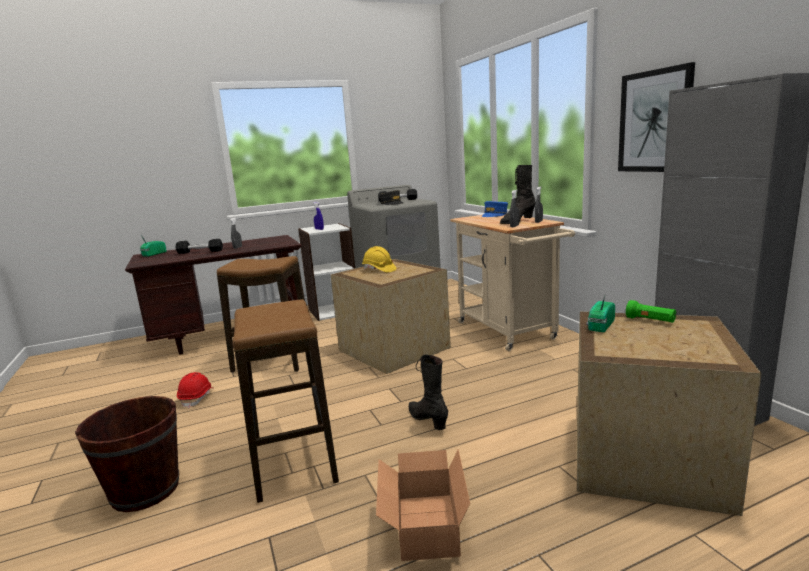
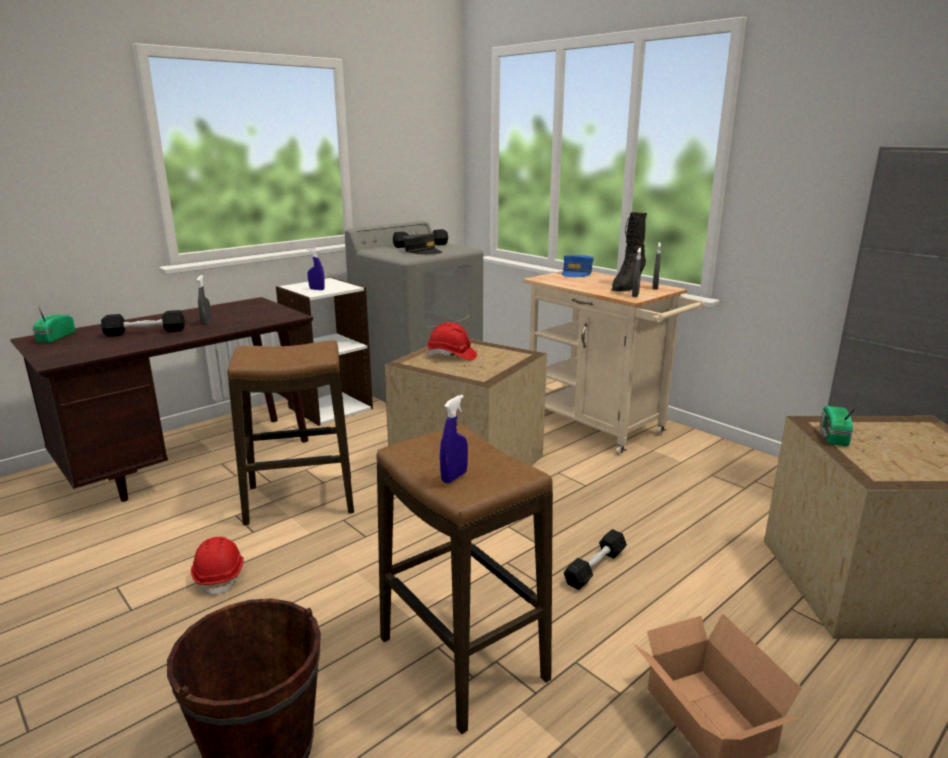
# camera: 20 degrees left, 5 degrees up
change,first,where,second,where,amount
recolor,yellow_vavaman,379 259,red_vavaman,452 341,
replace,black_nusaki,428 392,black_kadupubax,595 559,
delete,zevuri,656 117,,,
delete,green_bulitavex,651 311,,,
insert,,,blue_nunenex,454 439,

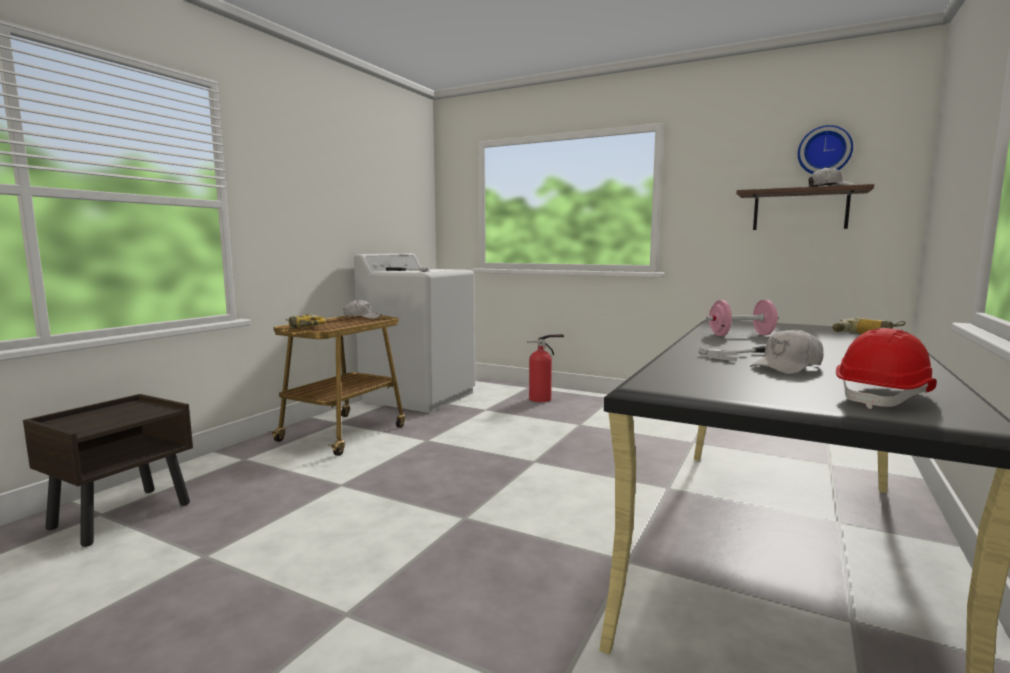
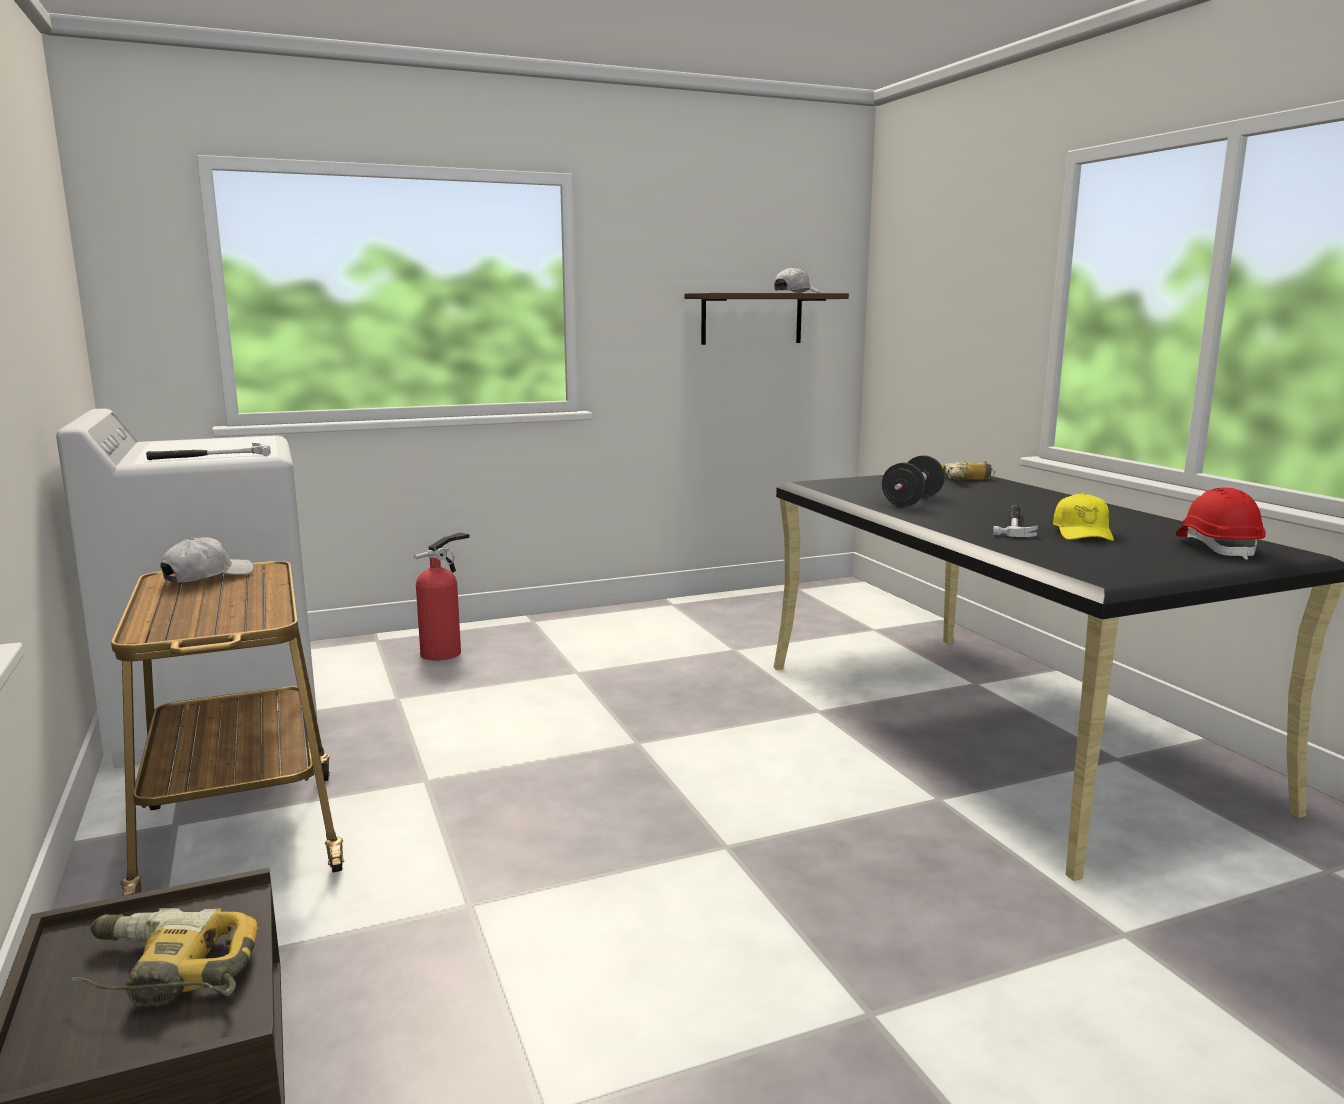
# camera: 50 degrees left, 5 degrees up
change,first,where,second,where,amount
move,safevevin,306 321,,164 957,
recolor,pink_kadupubax,742 318,black_kadupubax,913 481,
recolor,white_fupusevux,787 351,yellow_fupusevux,1083 517,
delete,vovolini,825 149,,,

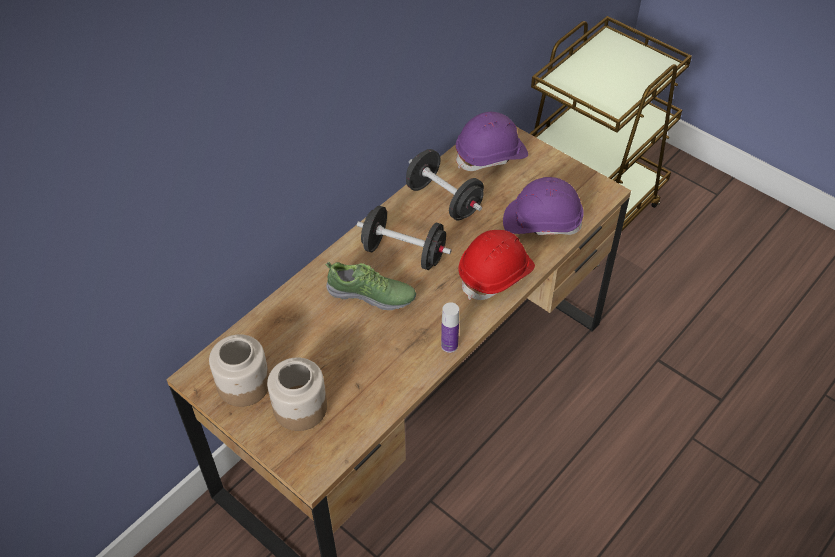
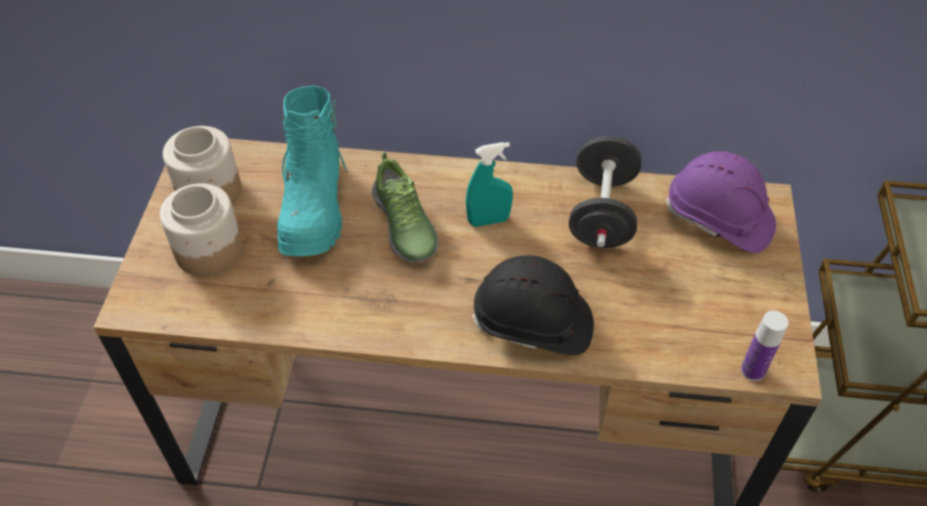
# camera: 55 degrees right, 0 degrees up
change,first,where,second,where,amount
replace,black_kadupubax,404 238,turquoise_nunenex,489 184,
move,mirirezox,450 327,,765 346,
recolor,red_vavaman,496 265,black_vavaman,533 305,
delete,purple_vavaman,543 206,,,
insert,,,turquoise_nusaki,313 171,

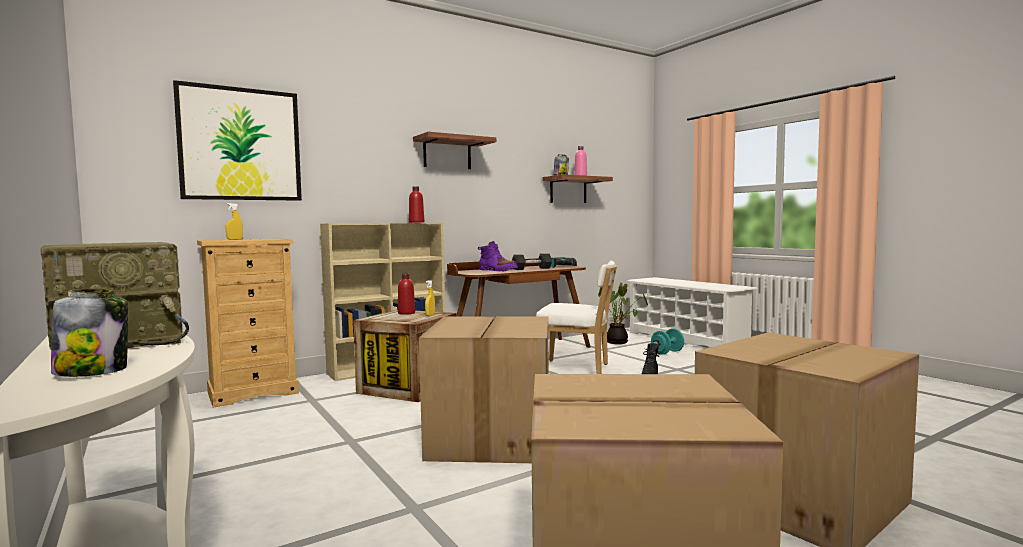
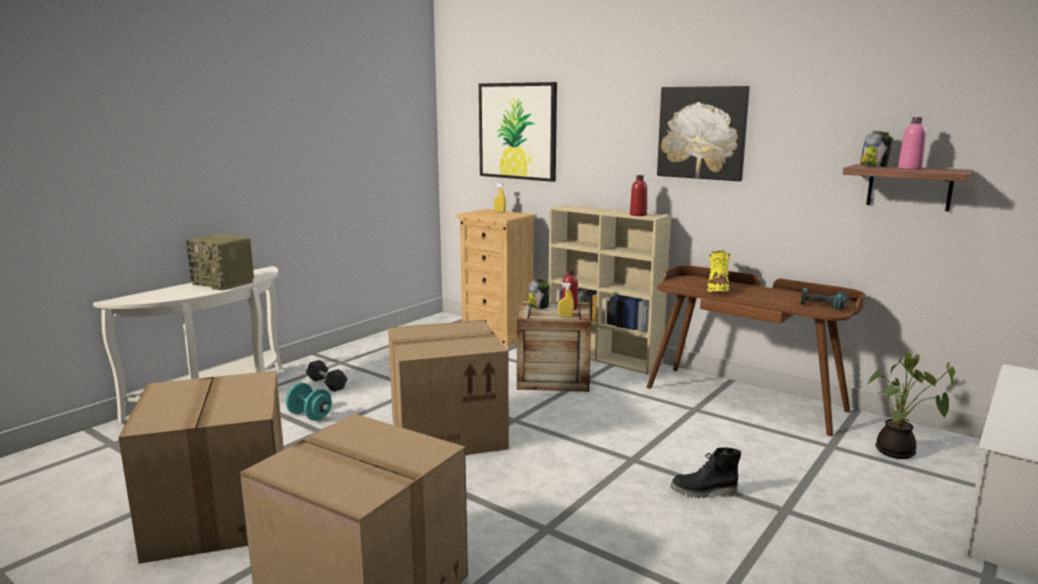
# camera: 70 degrees right, 10 degrees up
change,first,where,second,where,amount
move,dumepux,89 333,,539 294,
replace,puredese,454 150,zevuri,703 133,
recolor,purple_nusaki,497 256,yellow_nusaki,718 271,
move,grey_kadupubax,532 261,,327 376,
delete,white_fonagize,576 317,,,
move,turquoise_kadupubax,667 342,,309 402,

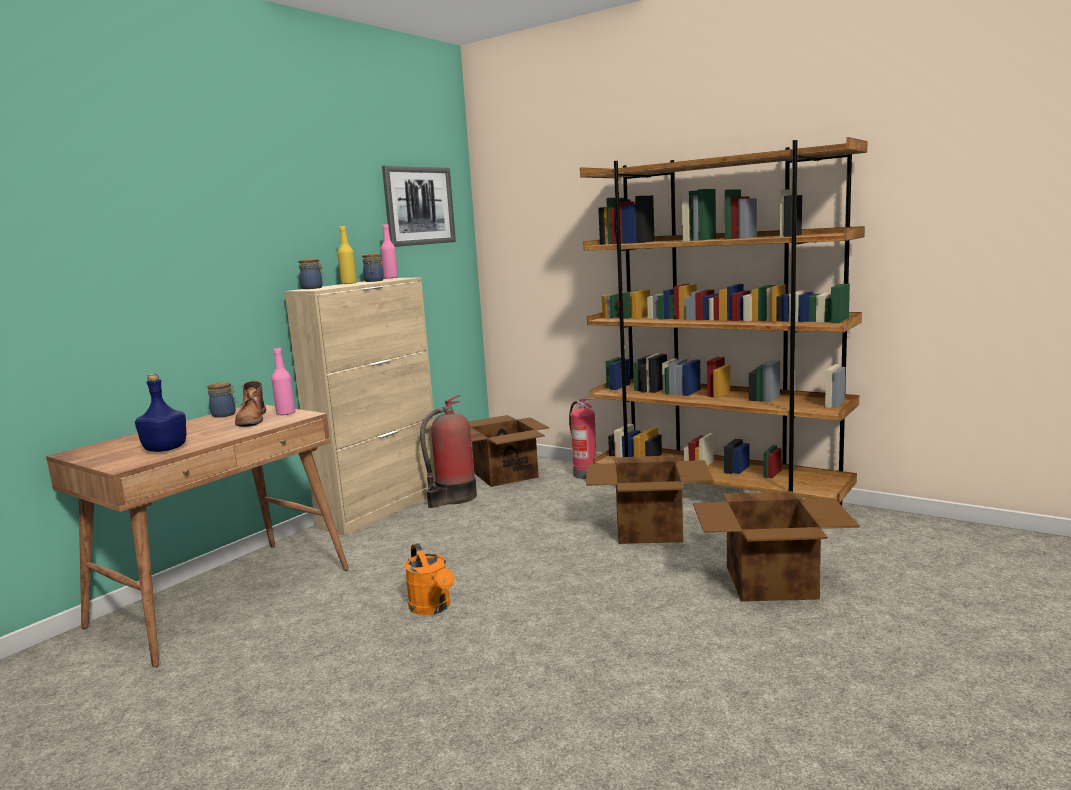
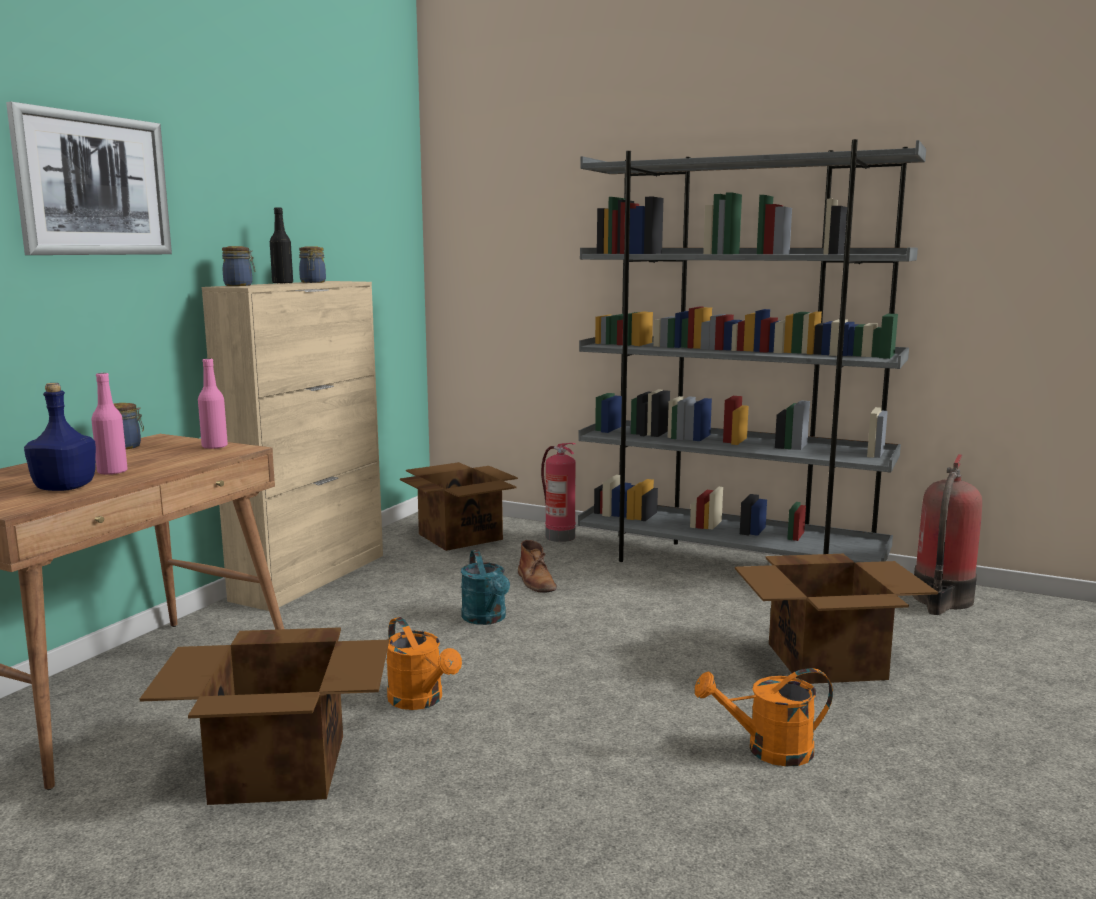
# camera: 10 degrees left, 0 degrees up
change,first,where,second,where,amount
move,brown_nusaki,250 404,,537 566,
recolor,yellow_mirirezox,347 255,black_mirirezox,281 246,
move,pink_mirirezox,389 251,,109 424,
move,zevuri,419 206,,89 178,
move,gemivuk,448 451,,947 534,
recolor,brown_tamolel,724 321,grey_tamolel,752 350,
move,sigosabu,650 499,,264 716,
insert,,,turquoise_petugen,485 587,
insert,,,orange_petugen,764 717,

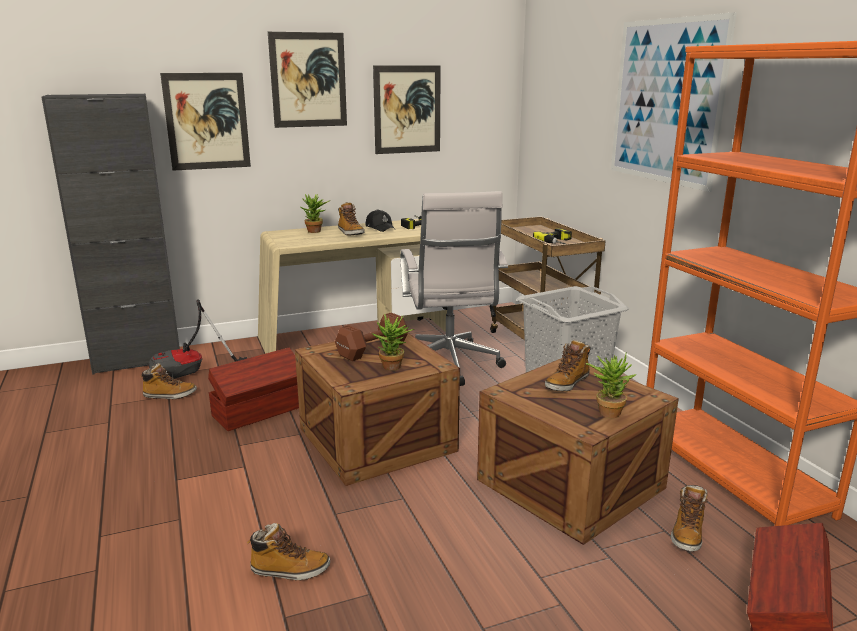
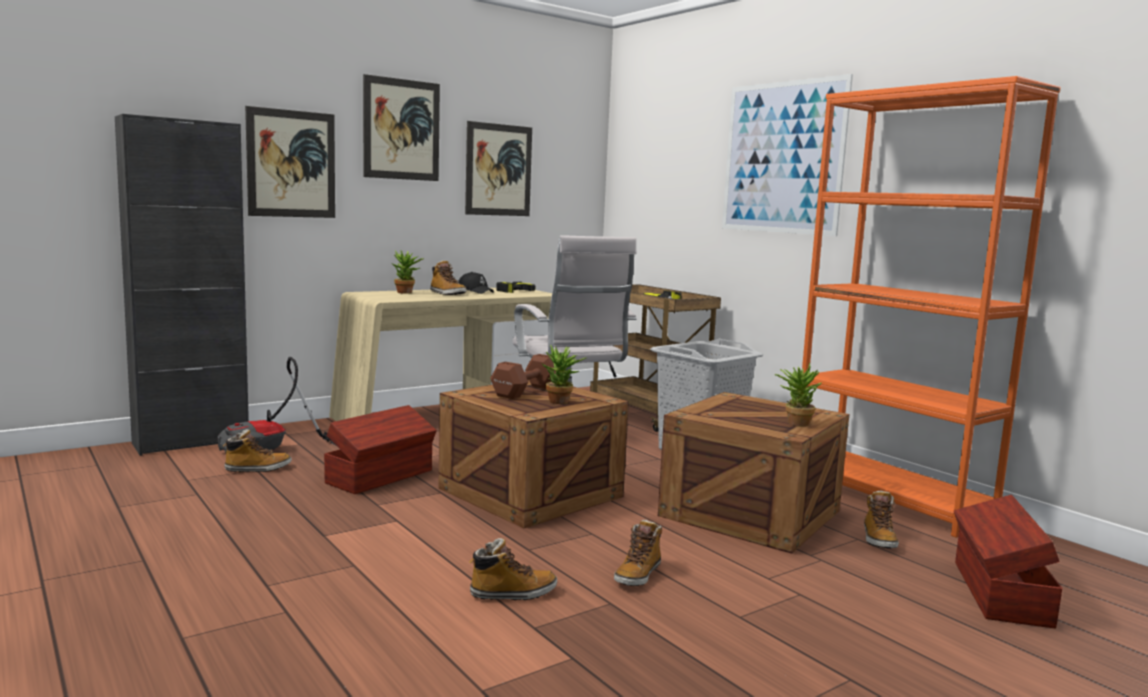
# camera: 15 degrees left, 10 degrees down
change,first,where,second,where,amount
move,nusaki,567 365,,638 553,

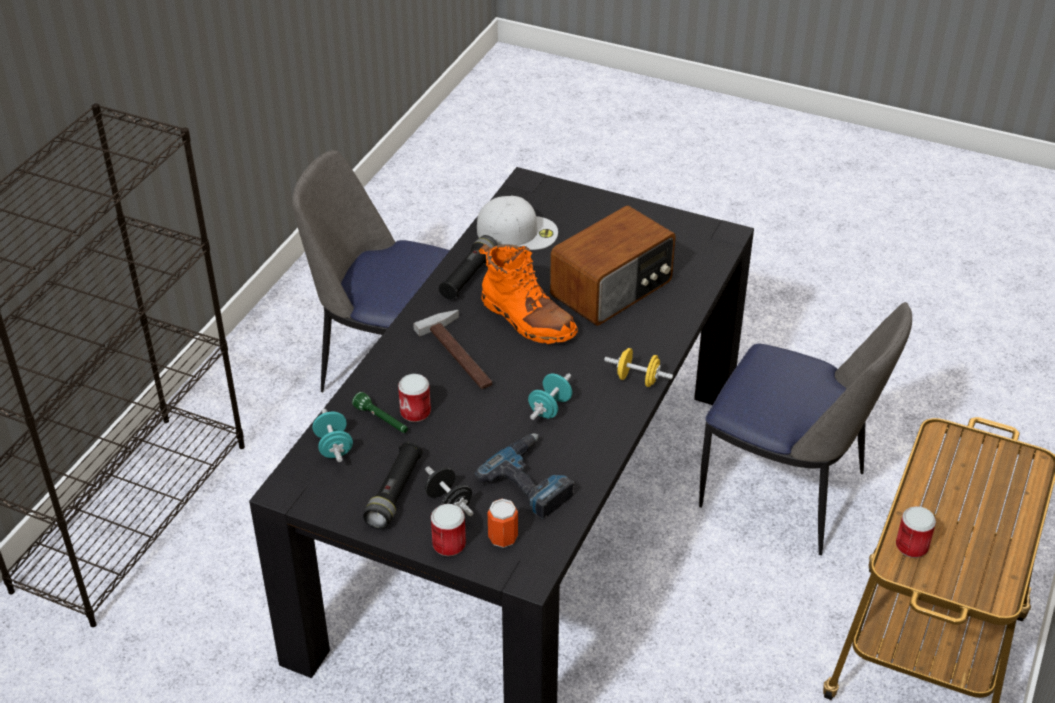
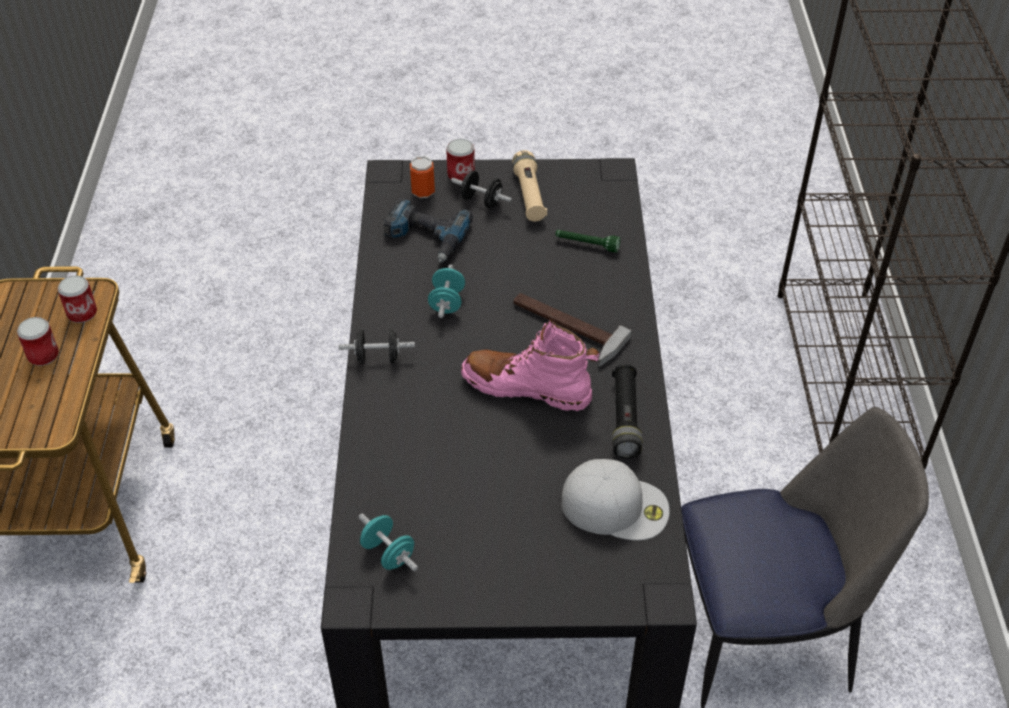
# camera: 155 degrees right, 5 degrees up
change,first,where,second,where,amount
move,turquoise_kadupubax,333 435,,388 542,
recolor,black_bulitavex,392 485,beige_bulitavex,529 185,
move,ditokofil,414 398,,38 341,
rotate,white_fupusevux,517 223,,615 499,150 degrees counterclockwise
recolor,orange_nusaki,528 294,pink_nusaki,530 365,
delete,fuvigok,613 265,,,
recolor,yellow_kadupubax,638 367,black_kadupubax,376 346,
delete,fonagize,805 428,,,

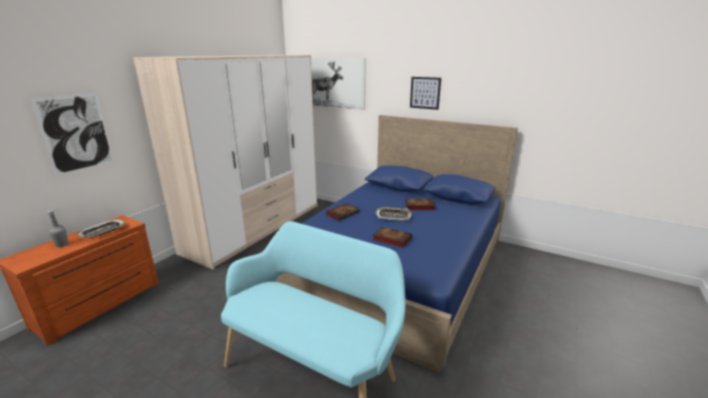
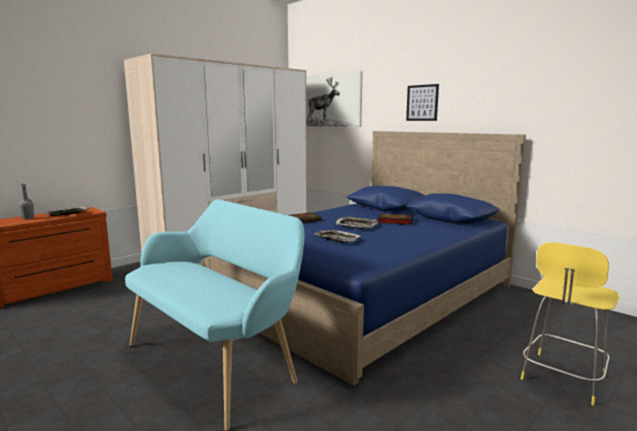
# camera: 15 degrees right, 10 degrees down
change,first,where,second,where,amount
delete,zevuri,72 134,,,
replace,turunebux,392 237,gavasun,337 236,
insert,,,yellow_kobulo,570 324,

